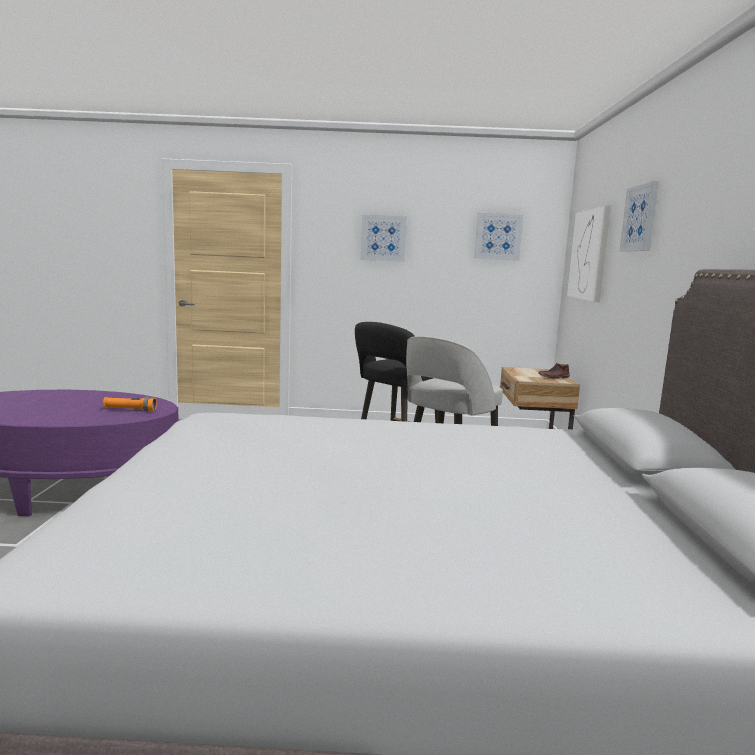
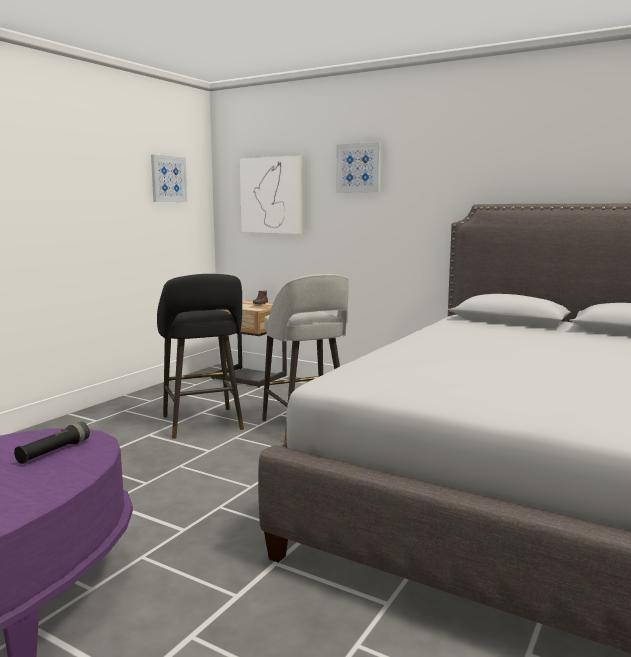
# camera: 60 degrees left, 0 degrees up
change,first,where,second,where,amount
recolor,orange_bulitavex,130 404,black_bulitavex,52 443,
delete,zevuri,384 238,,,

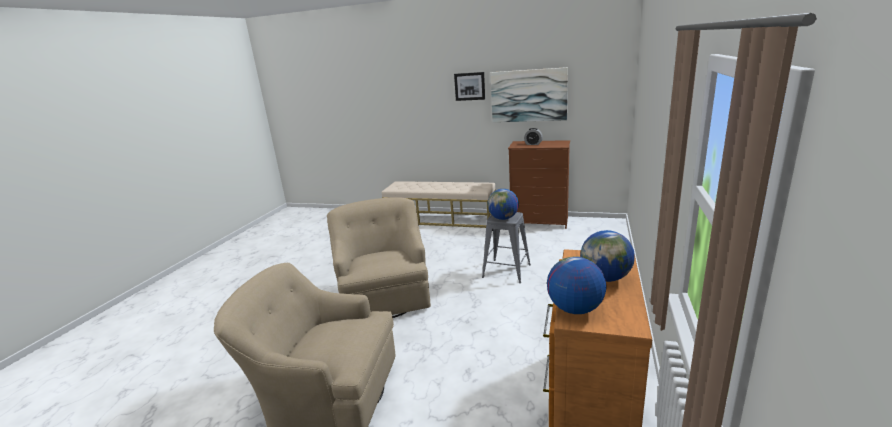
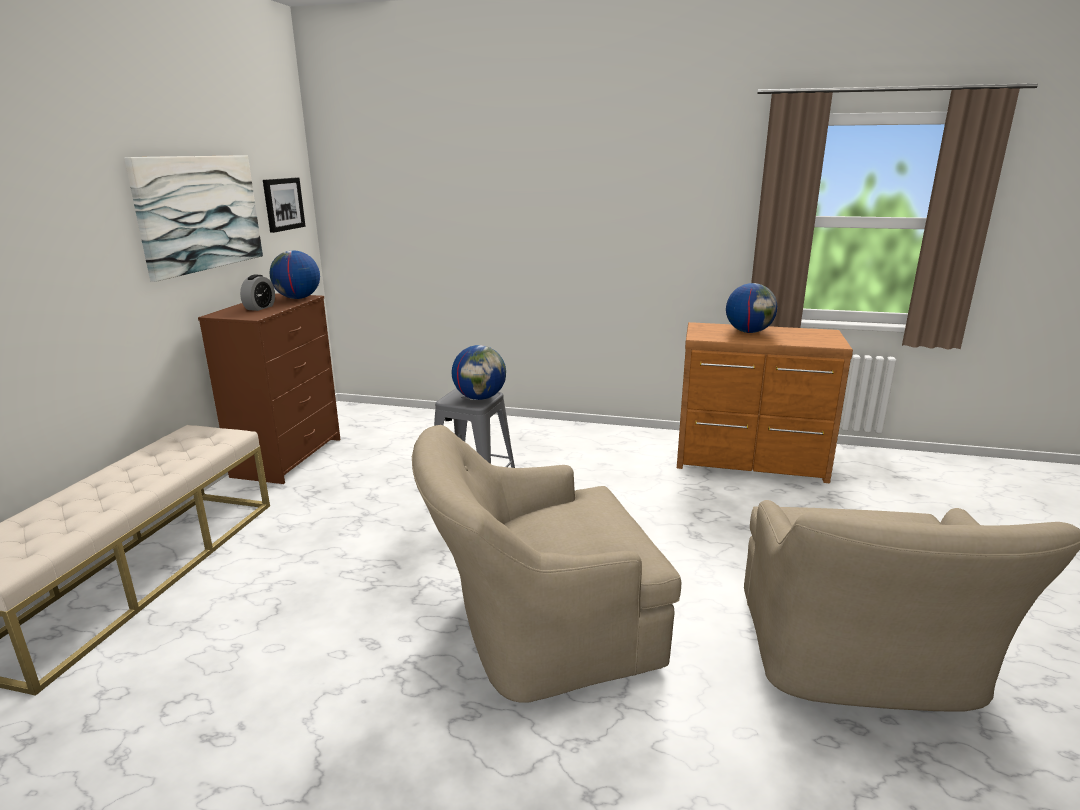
# camera: 95 degrees left, 0 degrees up
change,first,where,second,where,amount
move,zevuri,469 86,,284 205,
move,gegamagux,576 285,,295 274,

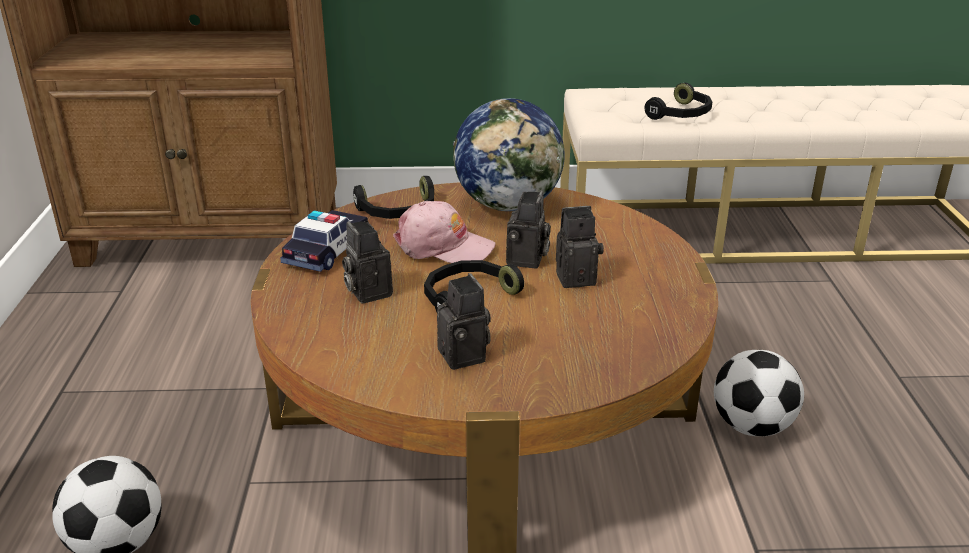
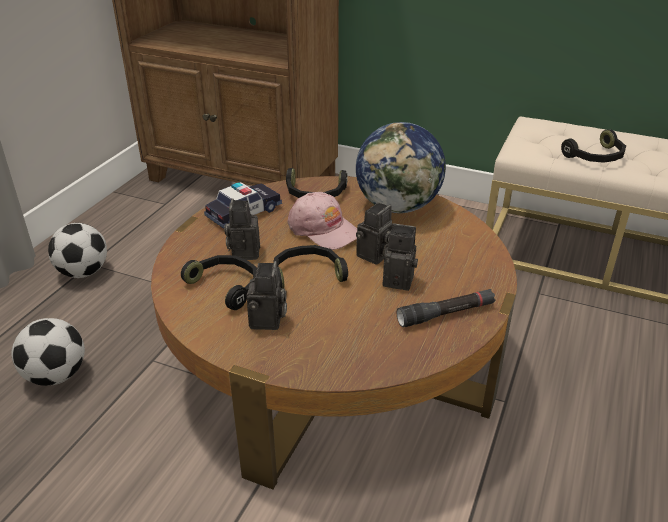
# camera: 25 degrees right, 5 degrees up
change,first,where,second,where,amount
move,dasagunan,759 393,,77 250,
insert,,,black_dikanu,219 282,
insert,,,black_bulitavex,446 308,

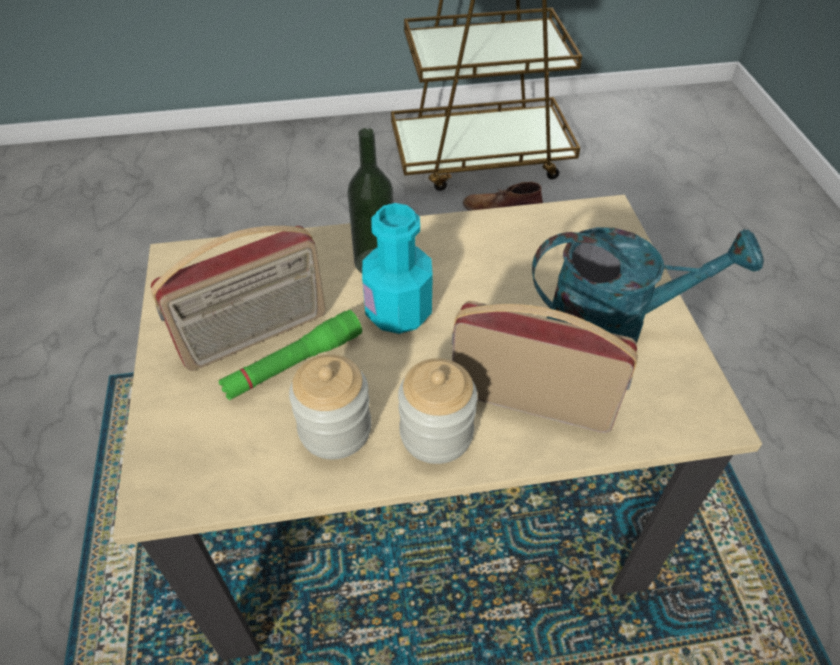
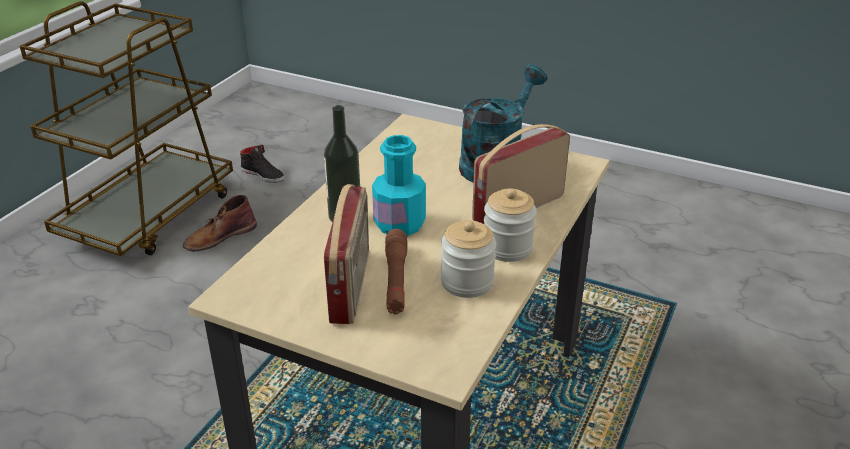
# camera: 55 degrees left, 15 degrees down
change,first,where,second,where,amount
recolor,green_bulitavex,290 355,brown_bulitavex,396 272,
insert,,,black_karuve,262 164,

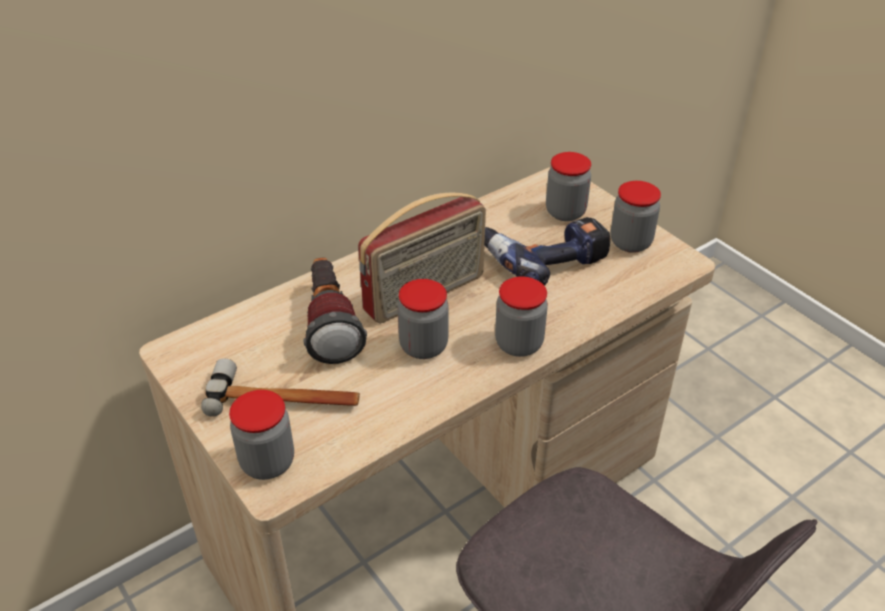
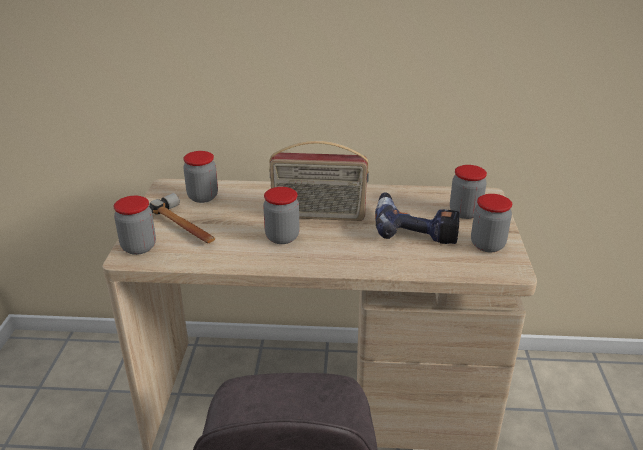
# camera: 40 degrees right, 10 degrees down
change,first,where,second,where,amount
delete,bulitavex,335 310,,,
move,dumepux,521 316,,200 177,

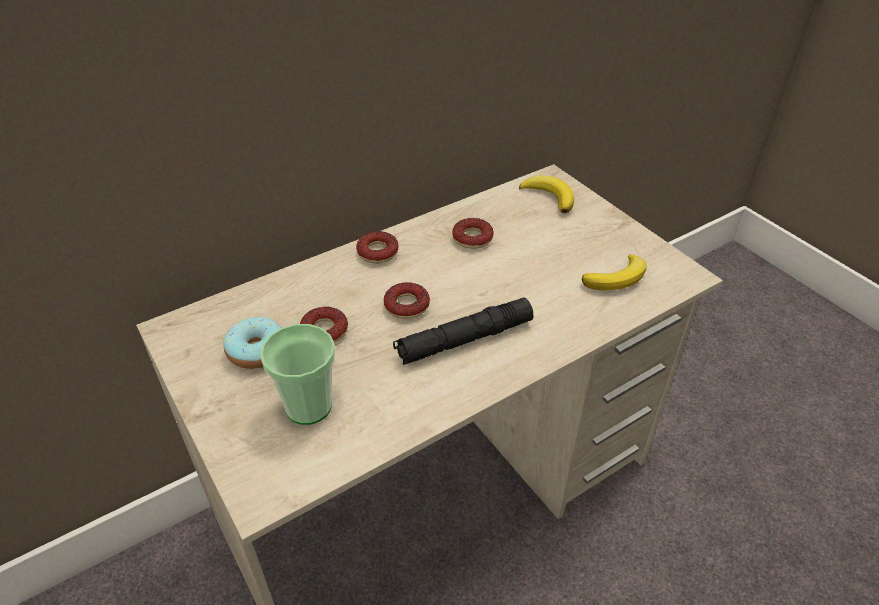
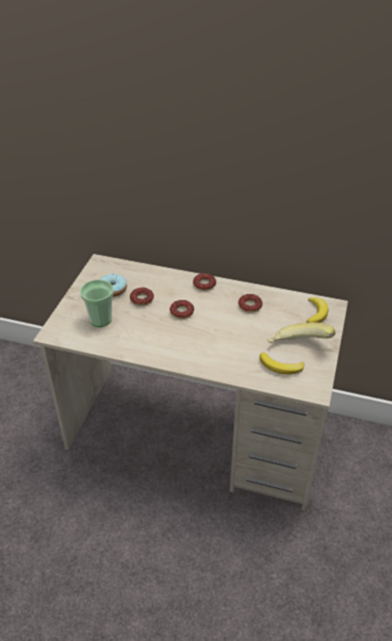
# camera: 50 degrees right, 0 degrees up
change,first,where,second,where,amount
delete,black_bulitavex,463 331,,,
insert,,,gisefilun,301 332,

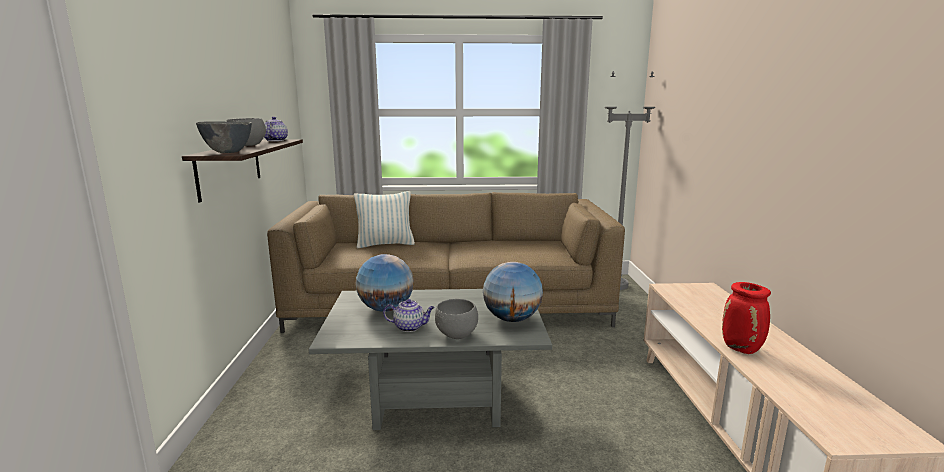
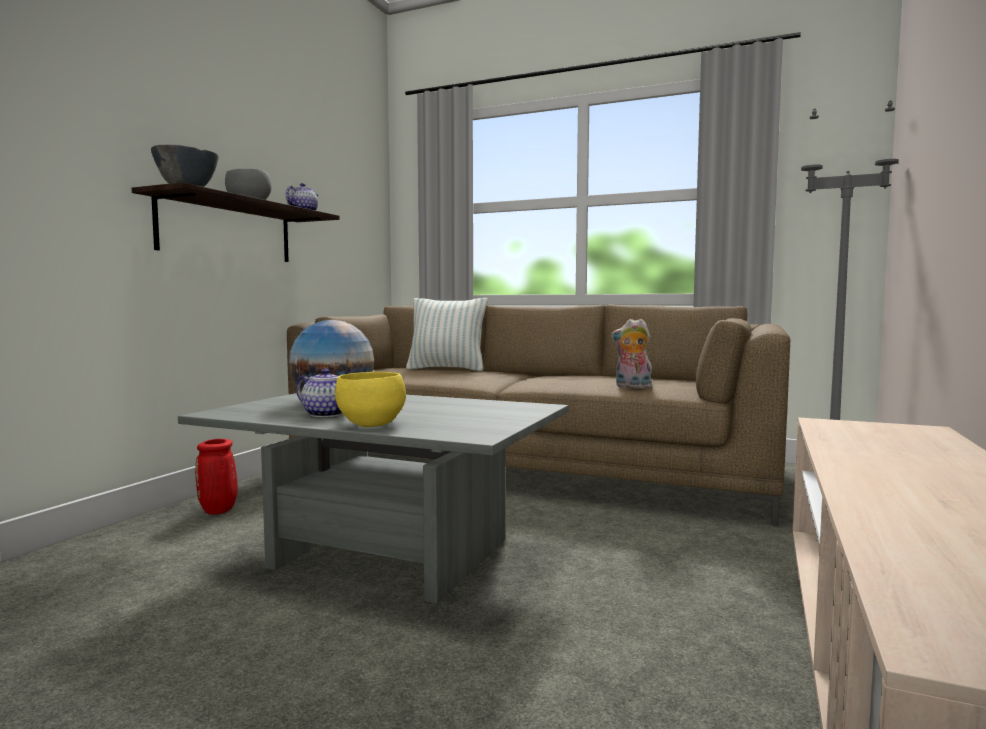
# camera: 25 degrees right, 10 degrees down
change,first,where,second,where,amount
recolor,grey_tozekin,456 319,yellow_tozekin,370 399,
delete,gegamagux,513 292,,,
move,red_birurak,746 318,,216 476,
insert,,,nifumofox,631 354,

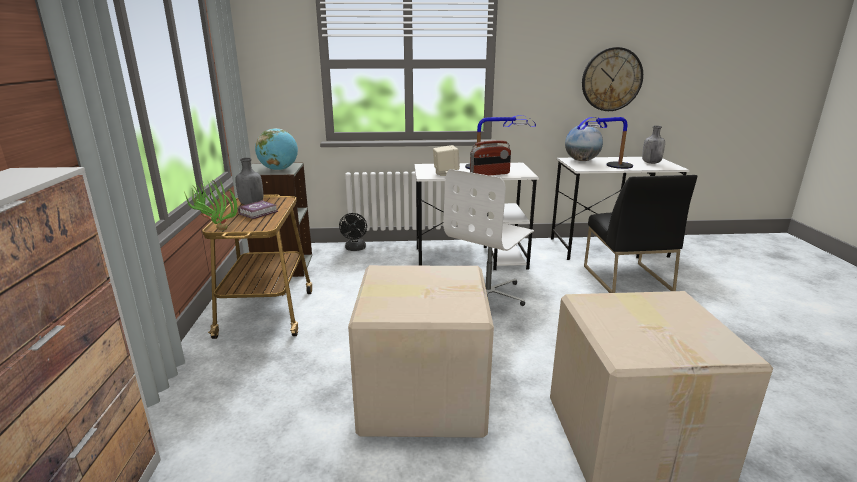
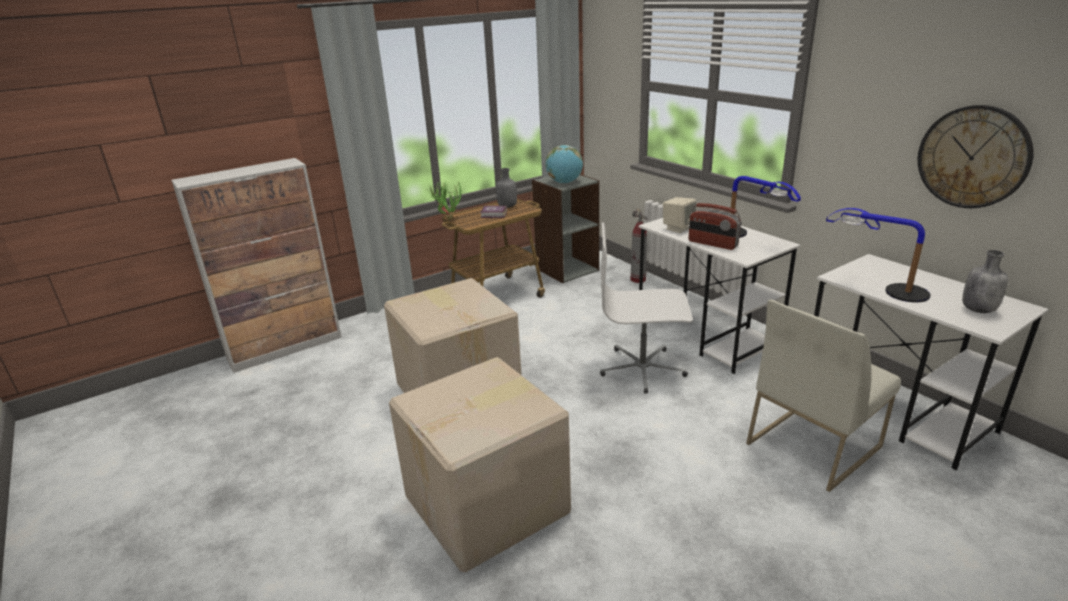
# camera: 60 degrees right, 5 degrees up
change,first,where,second,where,amount
replace,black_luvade,353 232,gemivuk,639 245,
delete,gegamagux,584 142,,,
recolor,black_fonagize,641 234,white_fonagize,823 395,

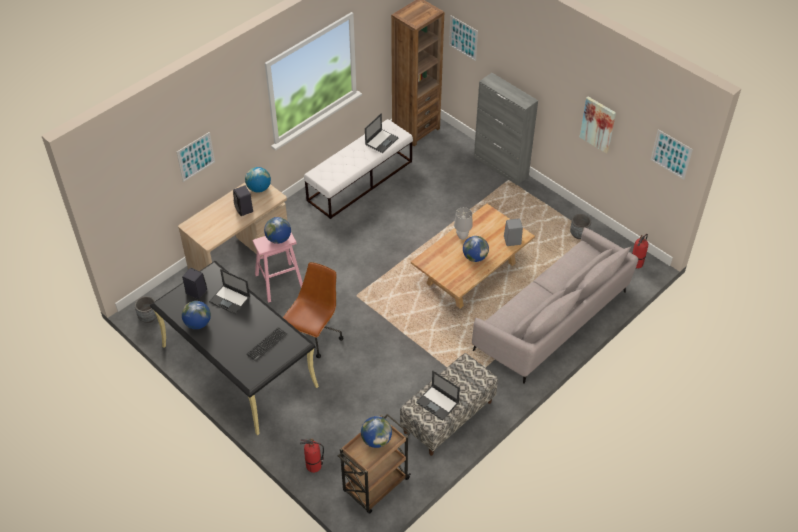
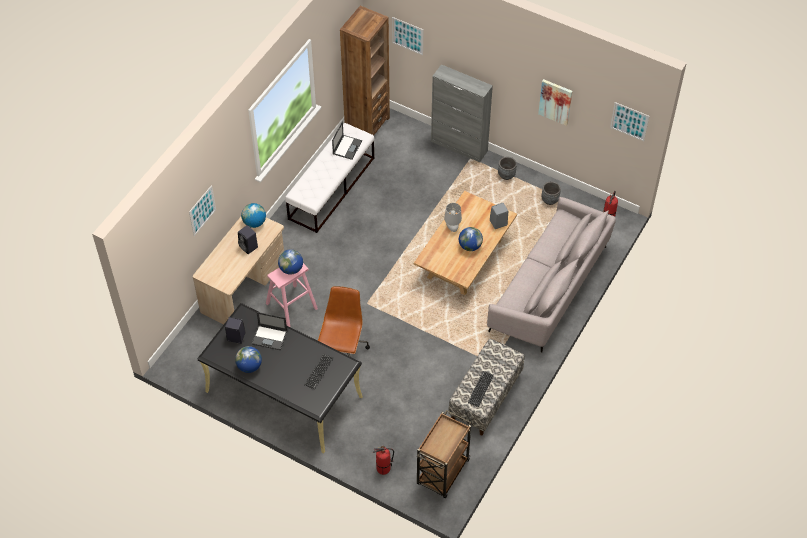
# camera: 15 degrees left, 5 degrees up
change,first,where,second,where,amount
move,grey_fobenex,146 309,,507 168,
delete,gegamagux,376 432,,,
replace,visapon,438 396,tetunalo,481 389,

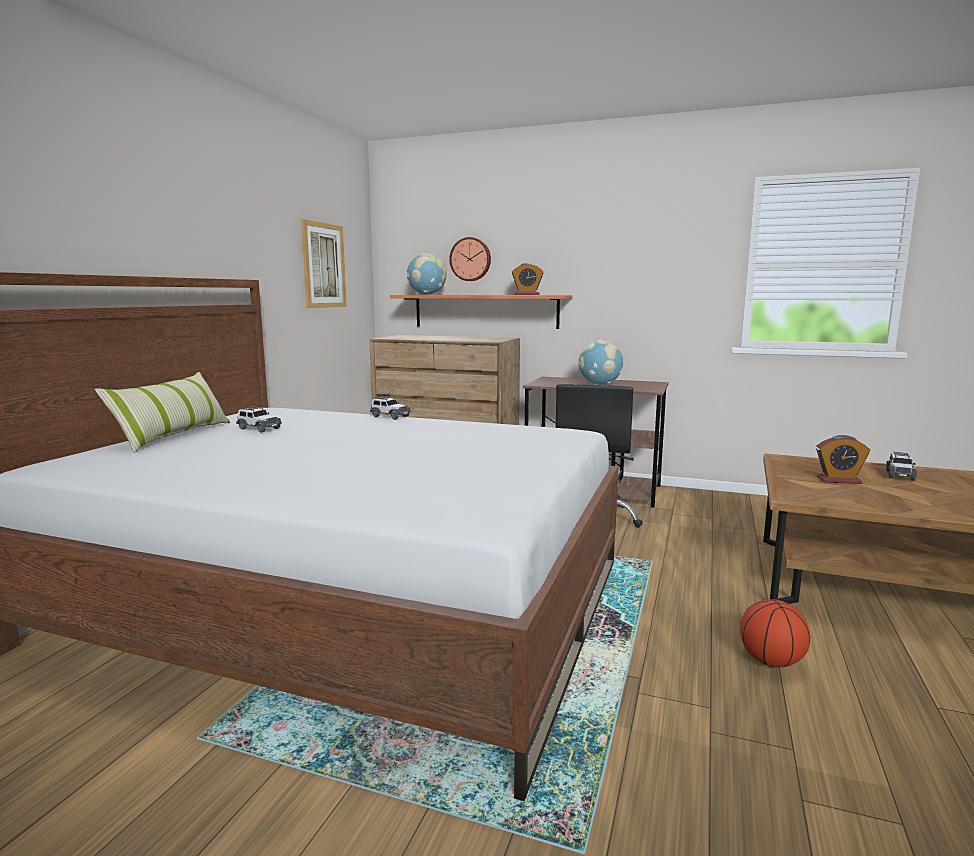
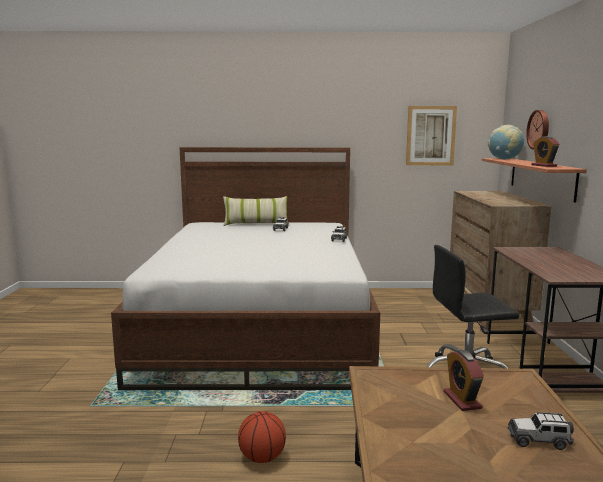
# camera: 70 degrees right, 0 degrees up
change,first,where,second,where,amount
delete,gegamagux,600 362,,,

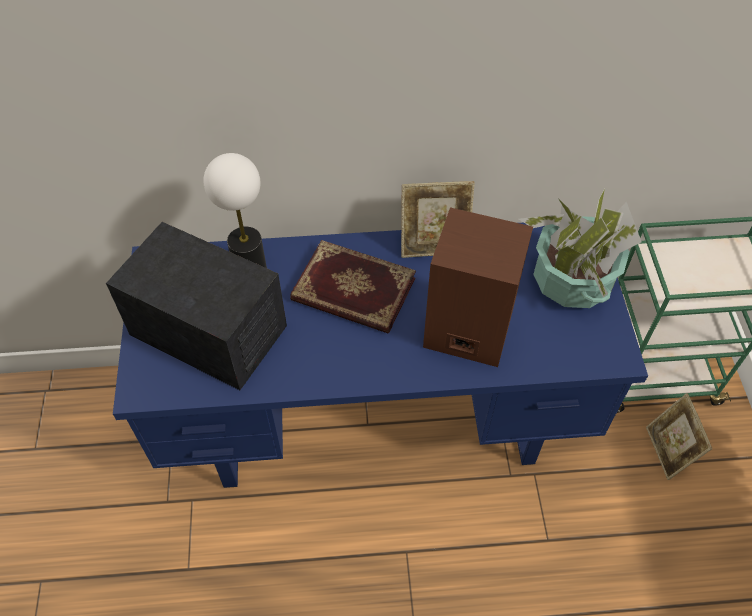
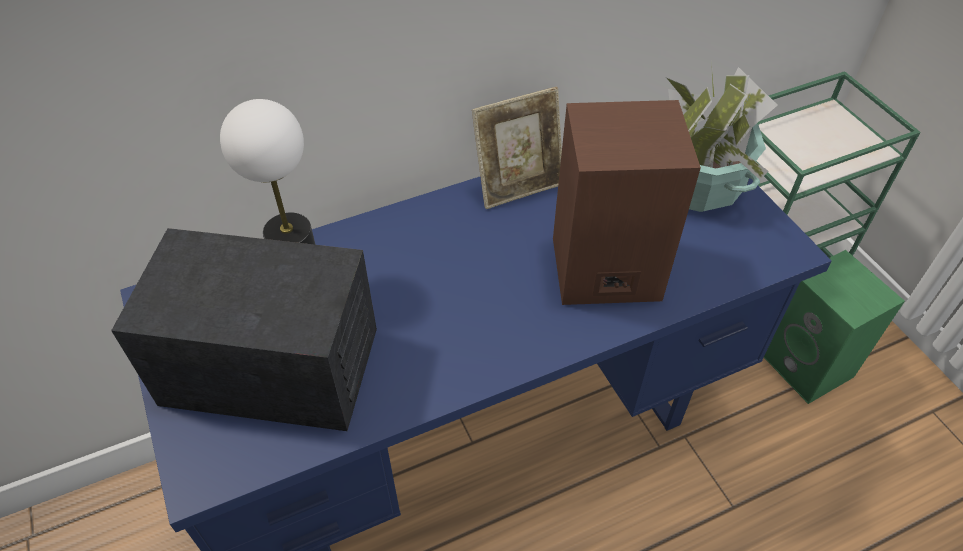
# camera: 20 degrees left, 5 degrees down
change,first,where,second,where,amount
delete,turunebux,353 287,,,
replace,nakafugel,679 436,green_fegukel,834 327,

